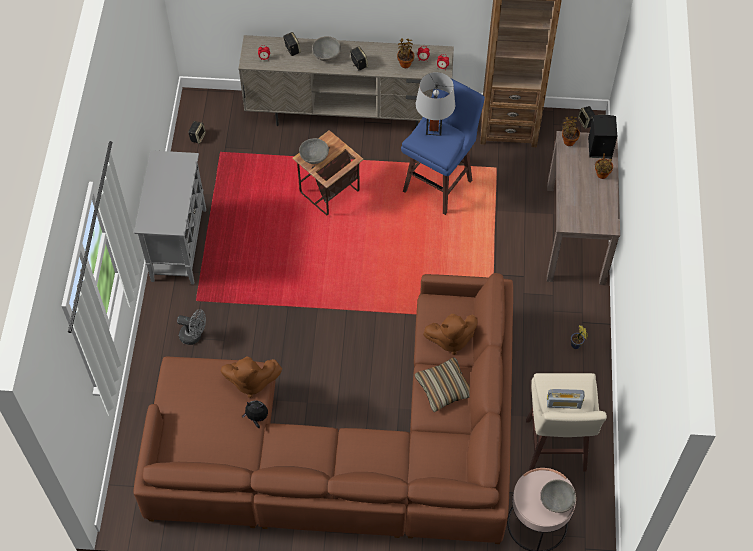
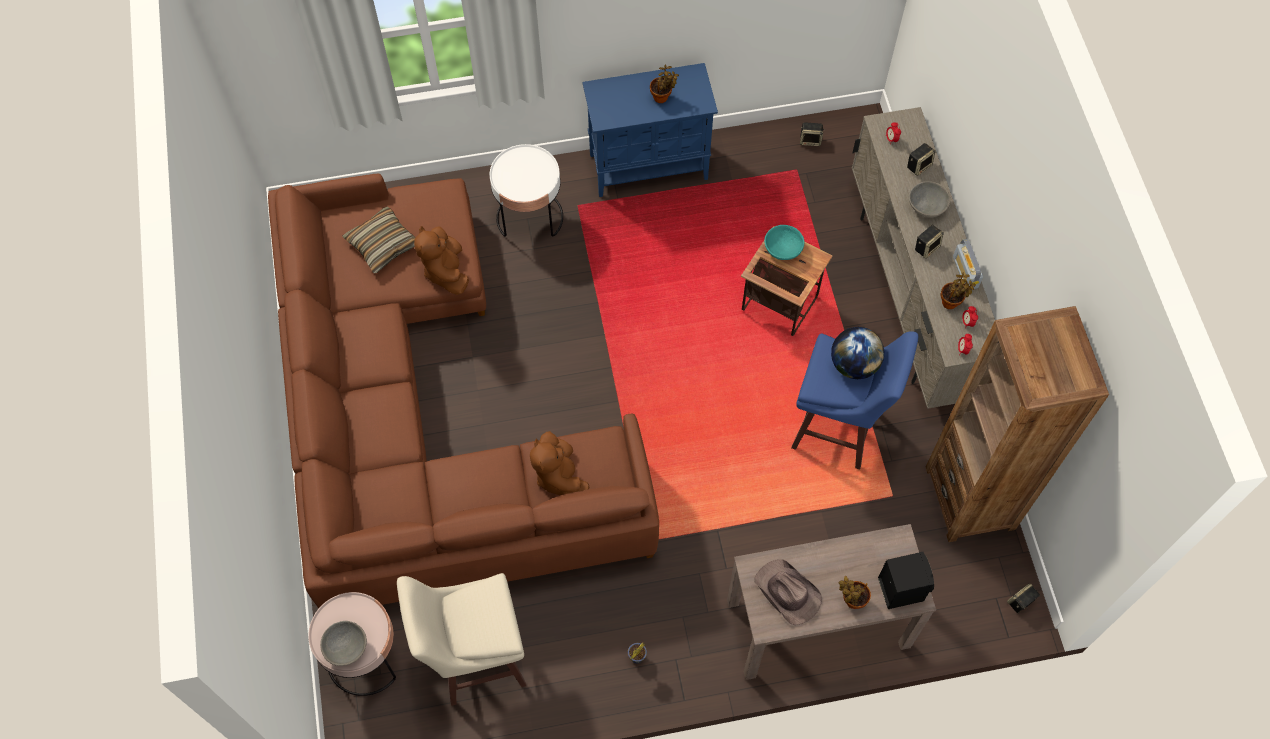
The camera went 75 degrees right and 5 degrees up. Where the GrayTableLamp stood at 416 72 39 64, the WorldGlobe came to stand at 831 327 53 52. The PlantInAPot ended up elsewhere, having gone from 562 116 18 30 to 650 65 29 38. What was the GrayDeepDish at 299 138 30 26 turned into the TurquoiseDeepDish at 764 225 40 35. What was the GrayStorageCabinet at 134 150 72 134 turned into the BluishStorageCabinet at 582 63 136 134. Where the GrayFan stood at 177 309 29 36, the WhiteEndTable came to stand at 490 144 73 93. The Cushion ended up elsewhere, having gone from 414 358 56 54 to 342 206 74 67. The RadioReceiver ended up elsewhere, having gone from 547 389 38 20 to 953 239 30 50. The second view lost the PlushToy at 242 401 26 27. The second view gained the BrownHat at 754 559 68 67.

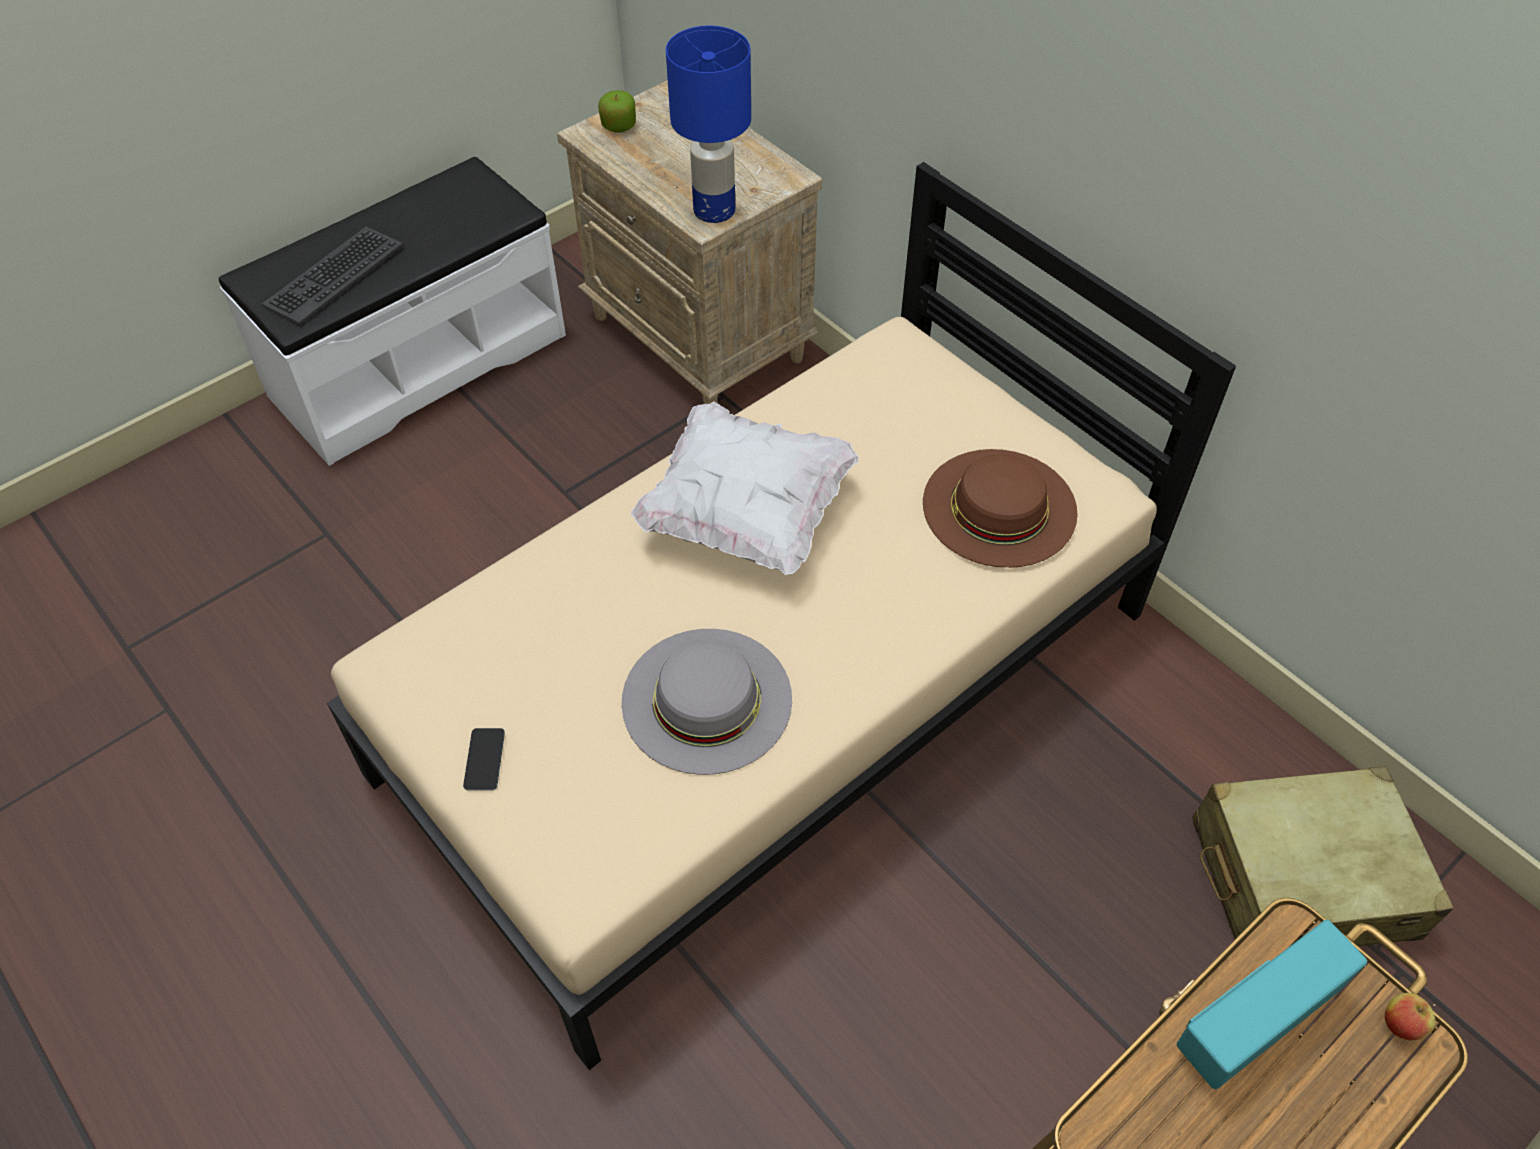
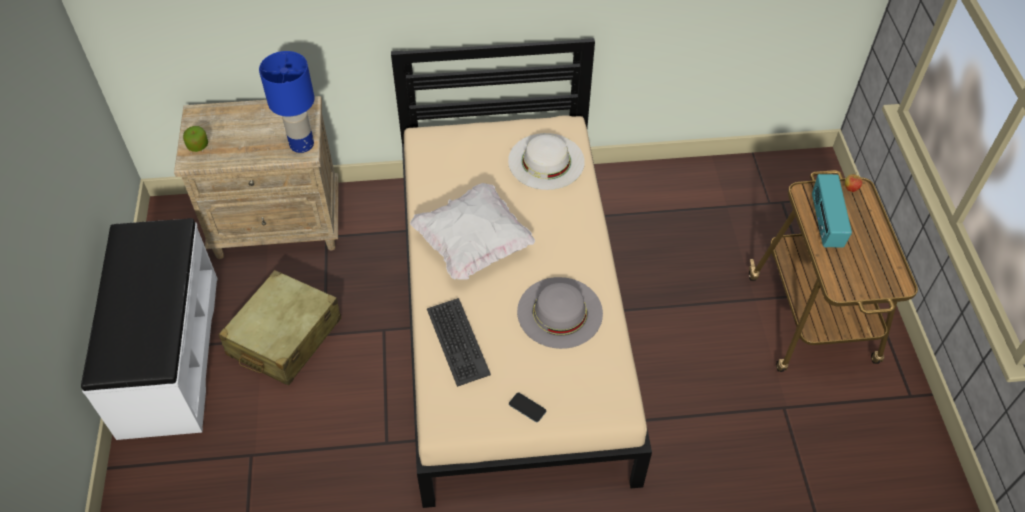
The camera went 55 degrees left and 0 degrees up. The Keyboard ended up elsewhere, having gone from 262 226 142 99 to 427 298 64 89. What was the BrownHat at 923 449 155 119 turned into the WhiteHat at 508 133 77 57. The SandColouredSuitcase ended up elsewhere, having gone from 1192 766 262 180 to 218 270 123 115.

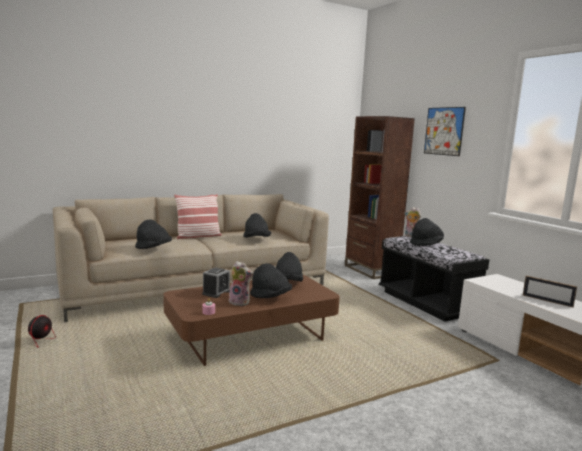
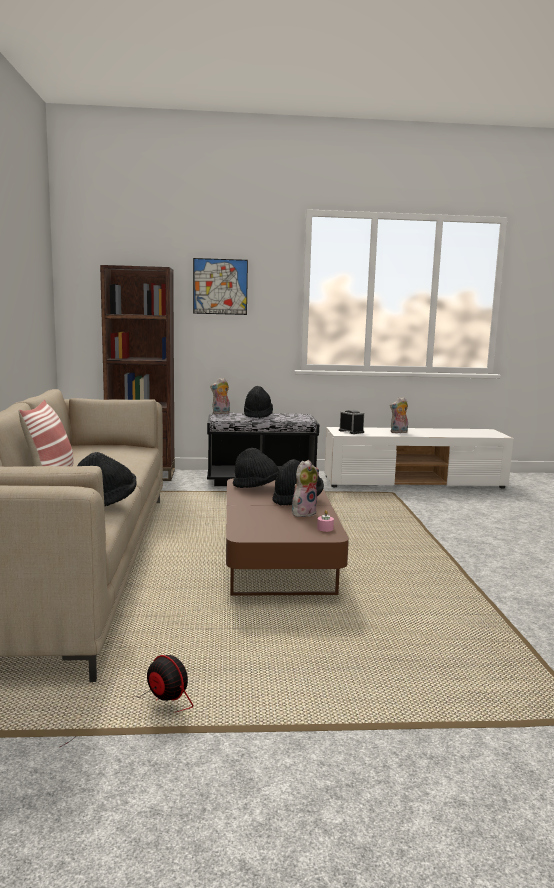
The camera went 65 degrees left and 0 degrees up. The second view lost the BlackishHat at 243 213 28 25. The AlarmClock ended up elsewhere, having gone from 202 267 28 31 to 339 410 25 24. Where the PhotoFrame stood at 523 276 54 31, the PlushToy came to stand at 390 397 18 36.

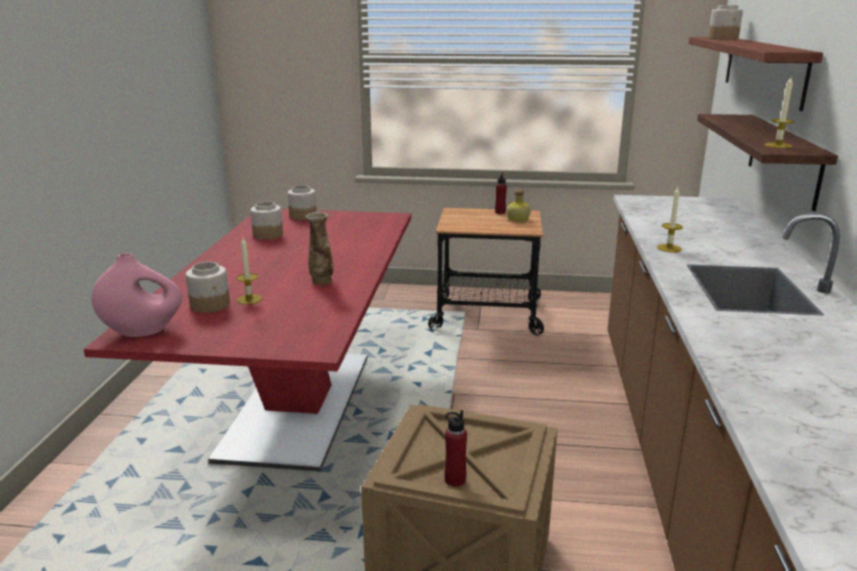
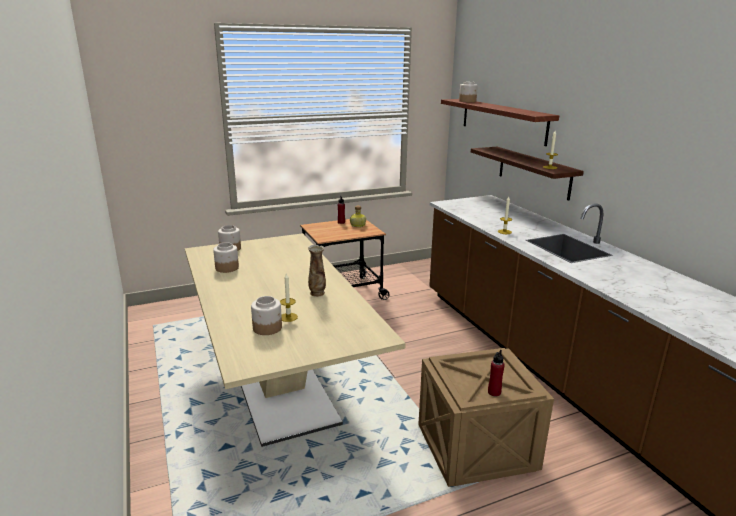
The camera went 30 degrees left and 0 degrees up. What was the RedDinnerTable at 84 209 327 262 turned into the SandColouredDinnerTable at 185 233 221 214. The second view lost the PinkishDecorativeVase at 92 253 91 84.

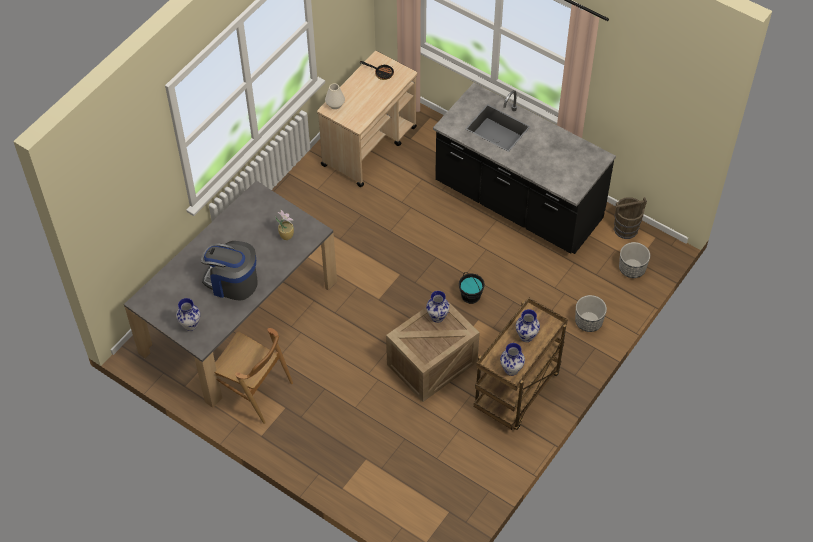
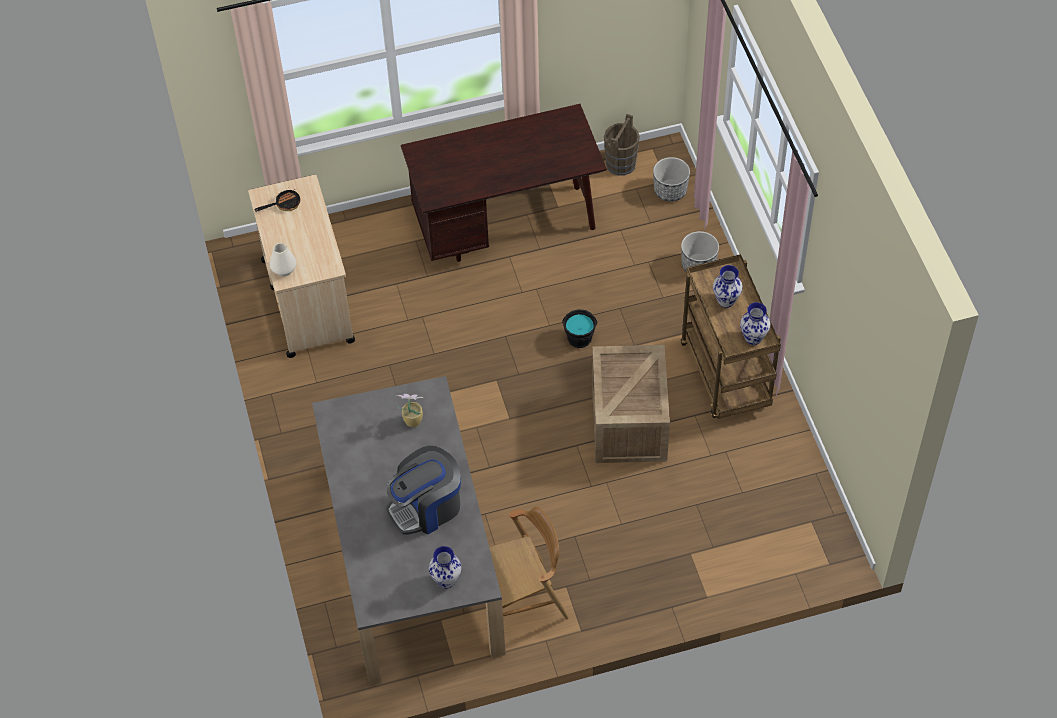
The camera went 50 degrees left and 0 degrees up. Where the BlackishKitchenCounter stood at 433 83 183 171, the BrownDeskTable came to stand at 401 104 206 158. The second view lost the DecorativeVase at 426 291 24 32.

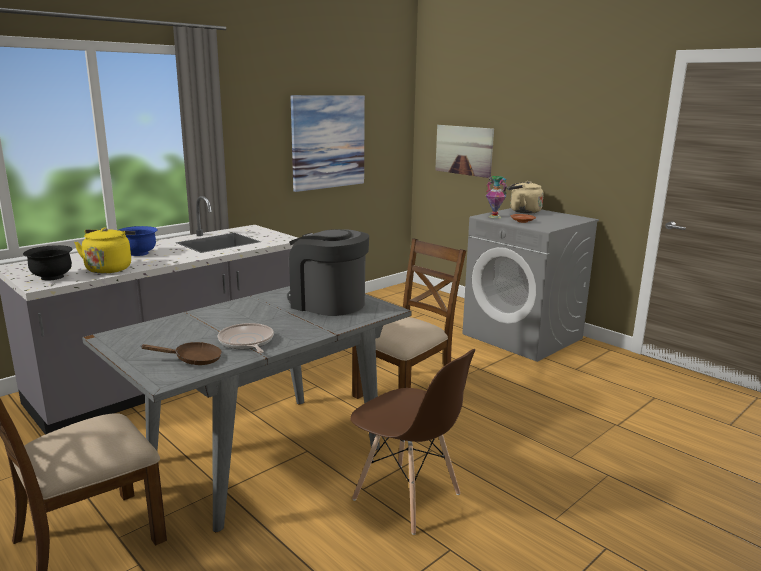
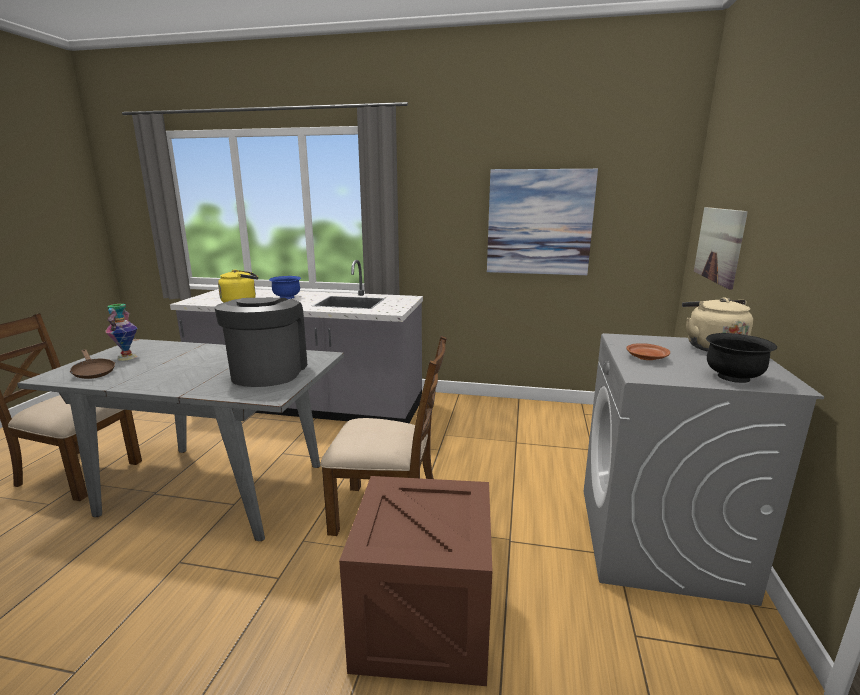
The camera went 55 degrees right and 0 degrees up. The DecorativeVase ended up elsewhere, having gone from 486 176 21 43 to 106 304 32 57. The BlackishDeepDish ended up elsewhere, having gone from 23 245 50 36 to 706 333 71 50. The second view lost the FryingPan at 218 323 56 30. The second view lost the BrownPlainChair at 350 349 125 186. The second view gained the PackingCrate at 339 476 153 210.

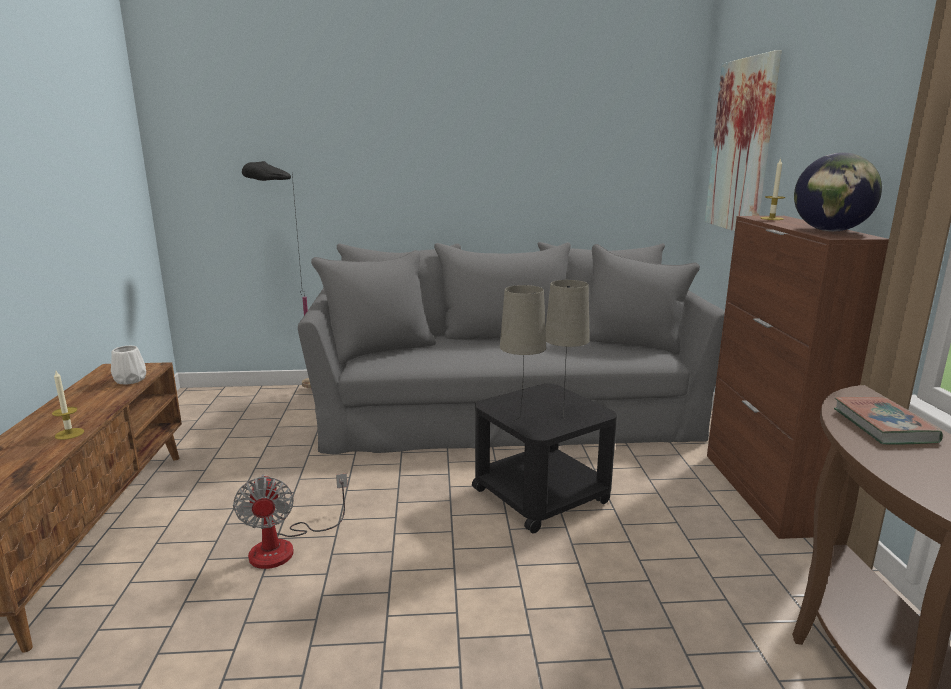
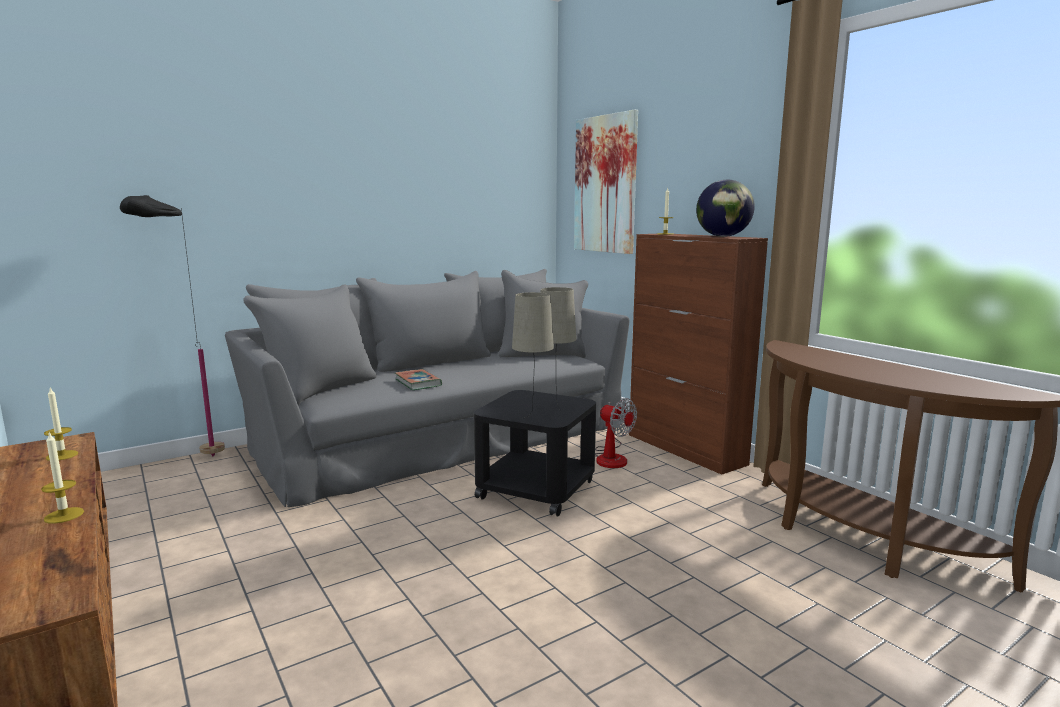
The camera went 30 degrees left and 5 degrees down. Where the WhiteDecorativeVase stood at 111 346 35 39, the Candle came to stand at 44 387 34 74. The BoundBook ended up elsewhere, having gone from 834 397 109 48 to 395 369 47 21. The Fan ended up elsewhere, having gone from 233 473 115 96 to 595 398 42 70.

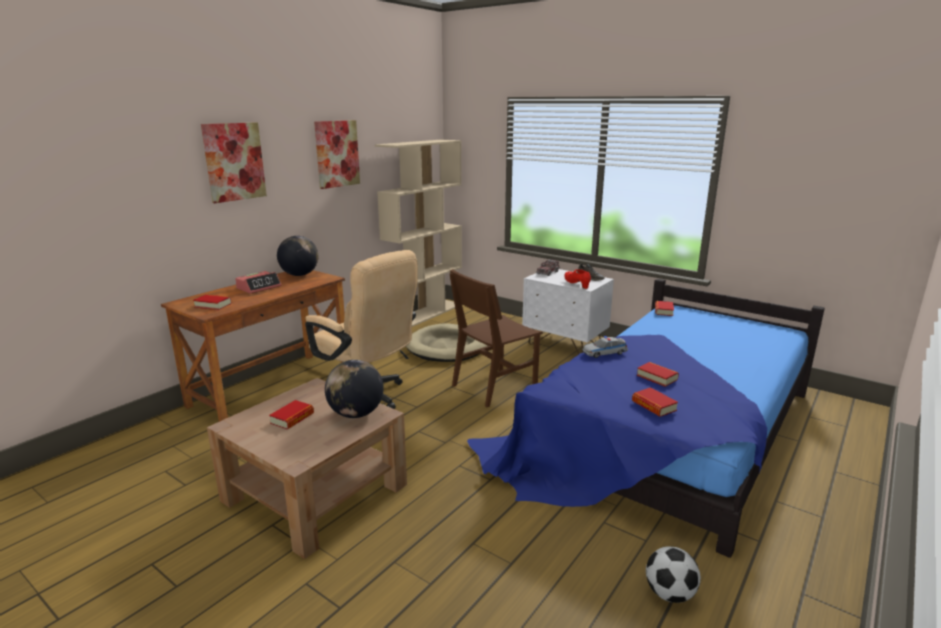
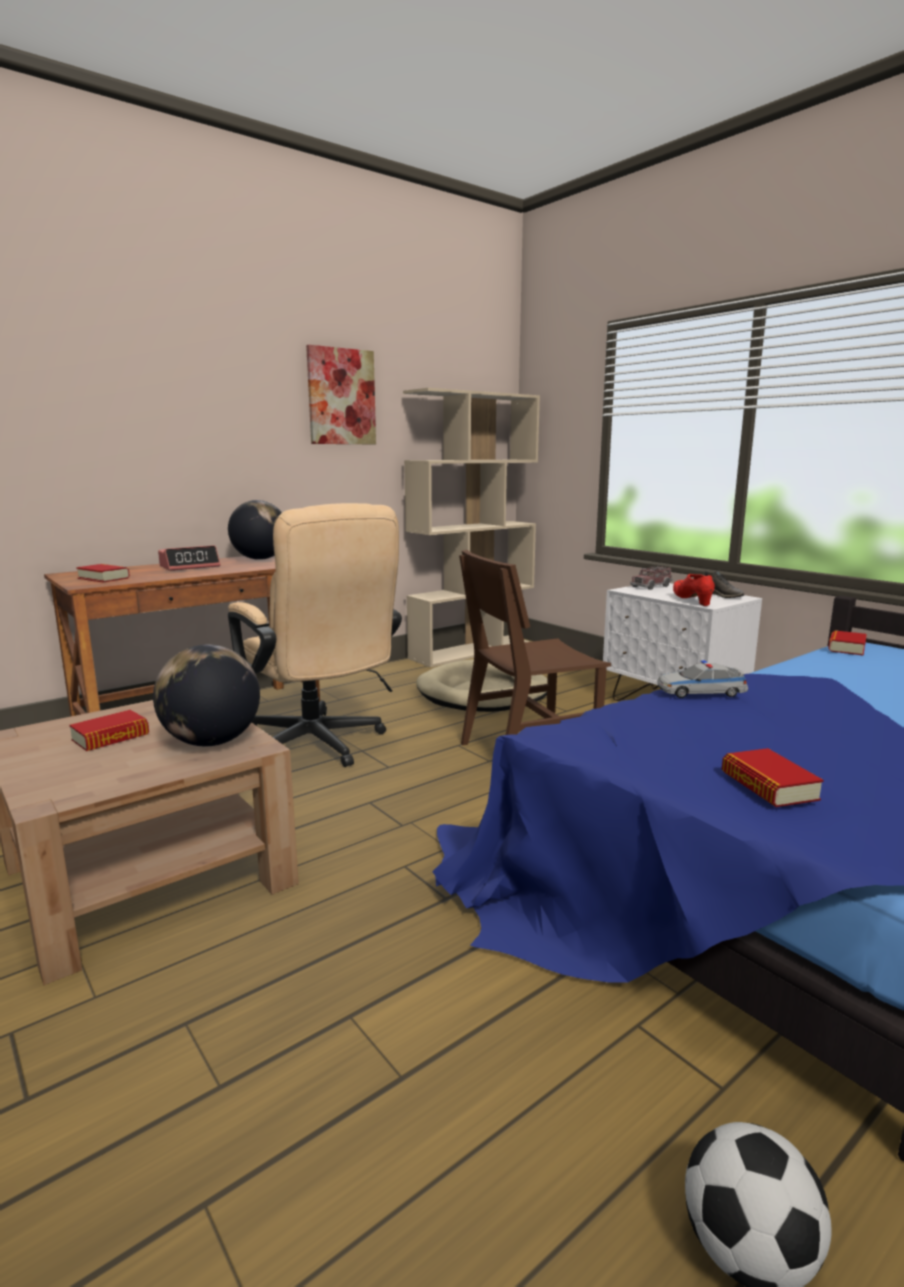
The camera went 15 degrees right and 5 degrees down. The second view lost the WallPicture at 201 122 66 81. The second view lost the BoundBook at 637 362 42 25.

